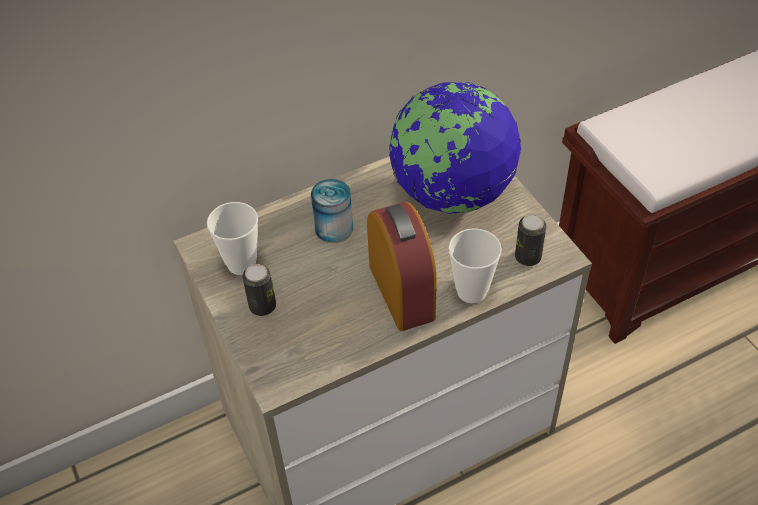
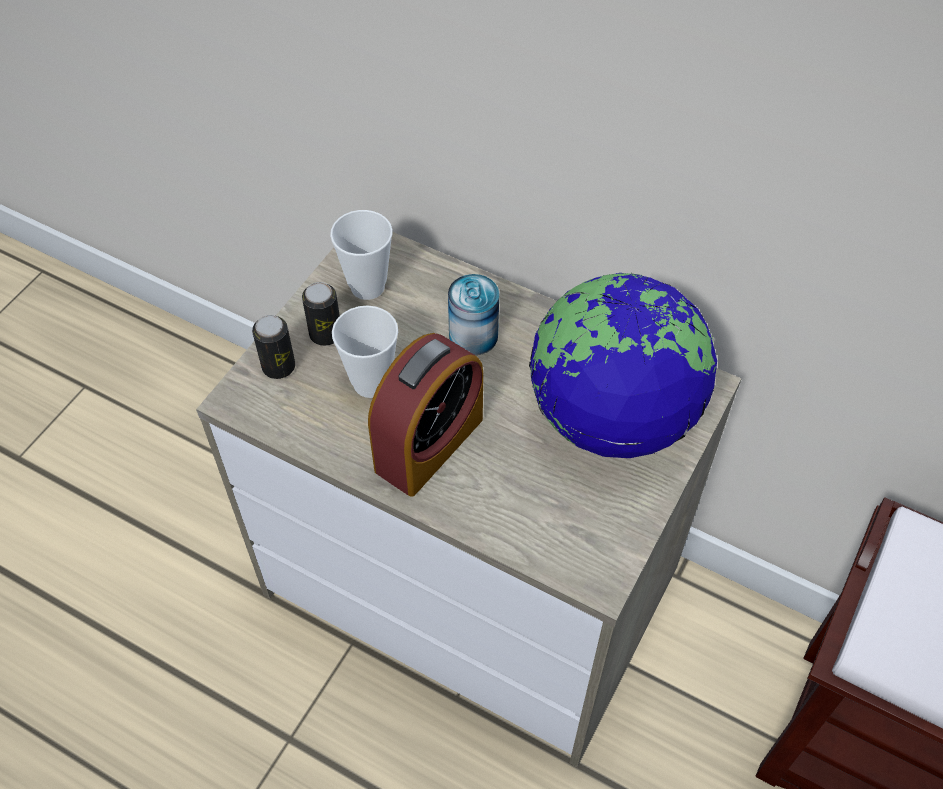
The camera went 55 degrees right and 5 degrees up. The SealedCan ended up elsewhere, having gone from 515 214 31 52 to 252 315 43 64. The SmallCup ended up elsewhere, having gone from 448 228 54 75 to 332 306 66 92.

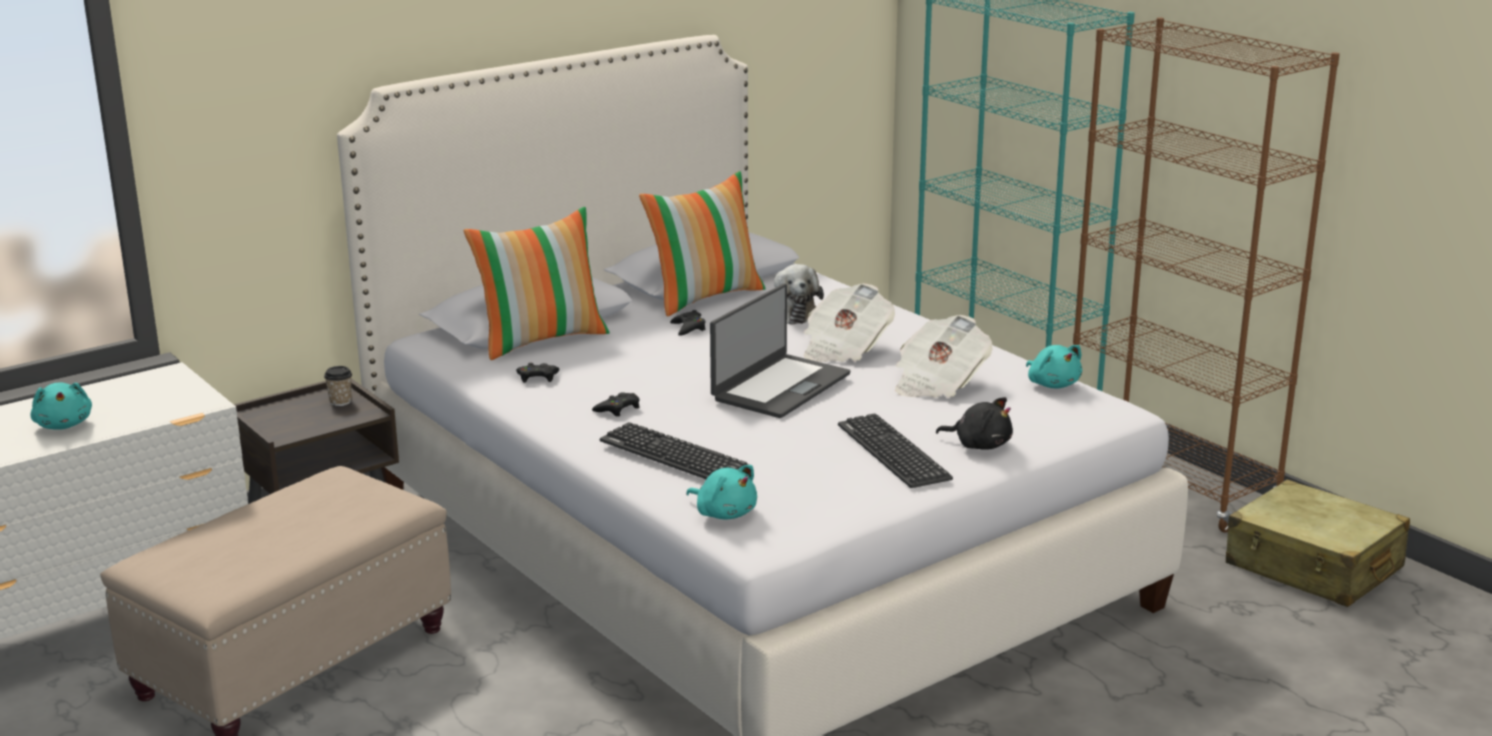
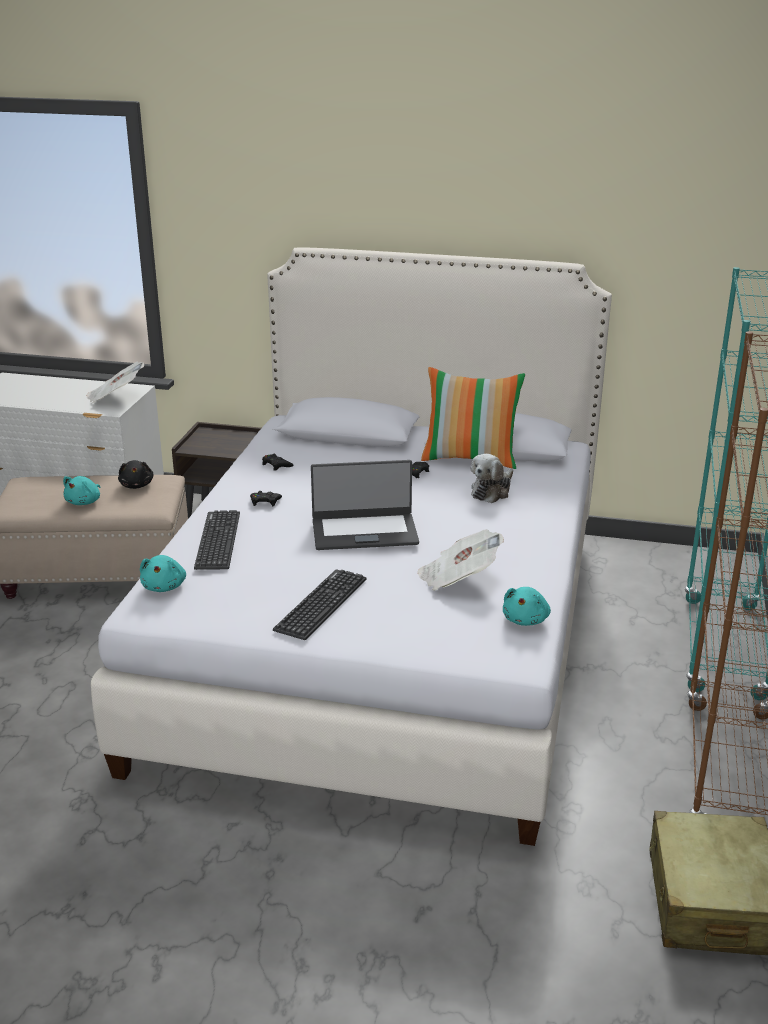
The camera went 50 degrees right and 5 degrees up. The second view lost the Cushion at 463 207 147 153. The DailyPaper ended up elsewhere, having gone from 804 283 91 79 to 86 362 58 41. The second view lost the SmallCup at 324 366 28 40. The TurquoisePlushToy ended up elsewhere, having gone from 31 382 61 48 to 63 476 37 29. The BlackishPlushToy ended up elsewhere, having gone from 936 397 77 53 to 118 460 36 29.

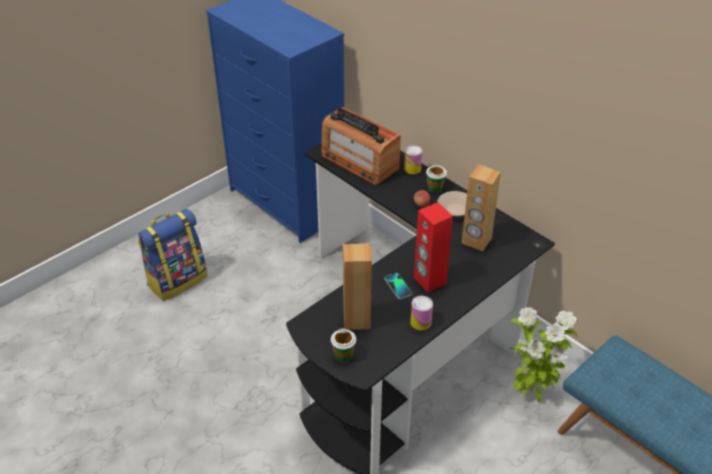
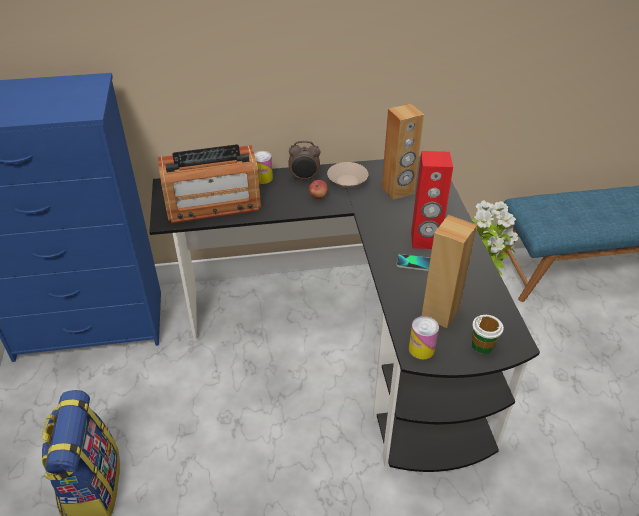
The camera went 55 degrees left and 0 degrees up. Where the SmallCup stood at 426 165 21 28, the AlarmClock came to stand at 288 141 32 40. The SealedCan ended up elsewhere, having gone from 410 296 23 35 to 409 316 30 43.

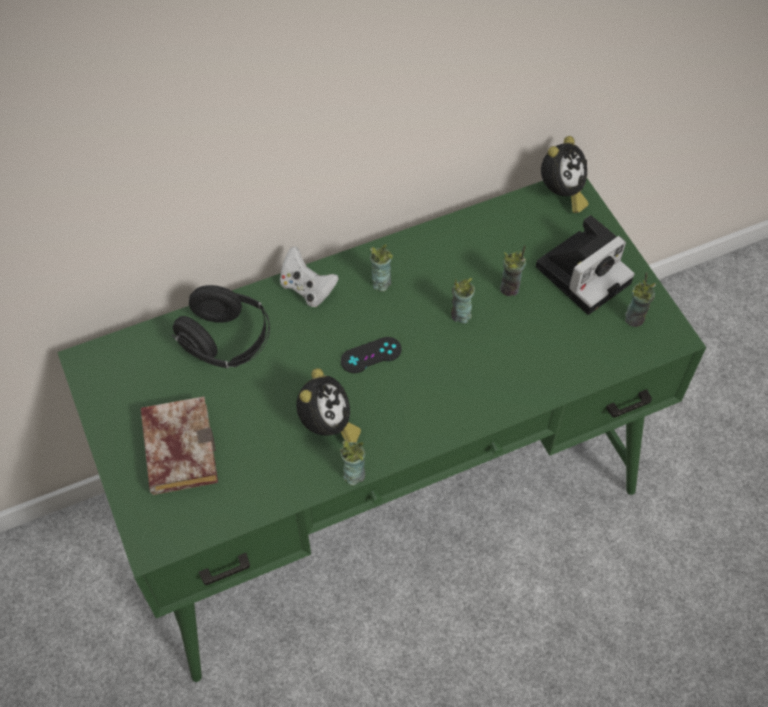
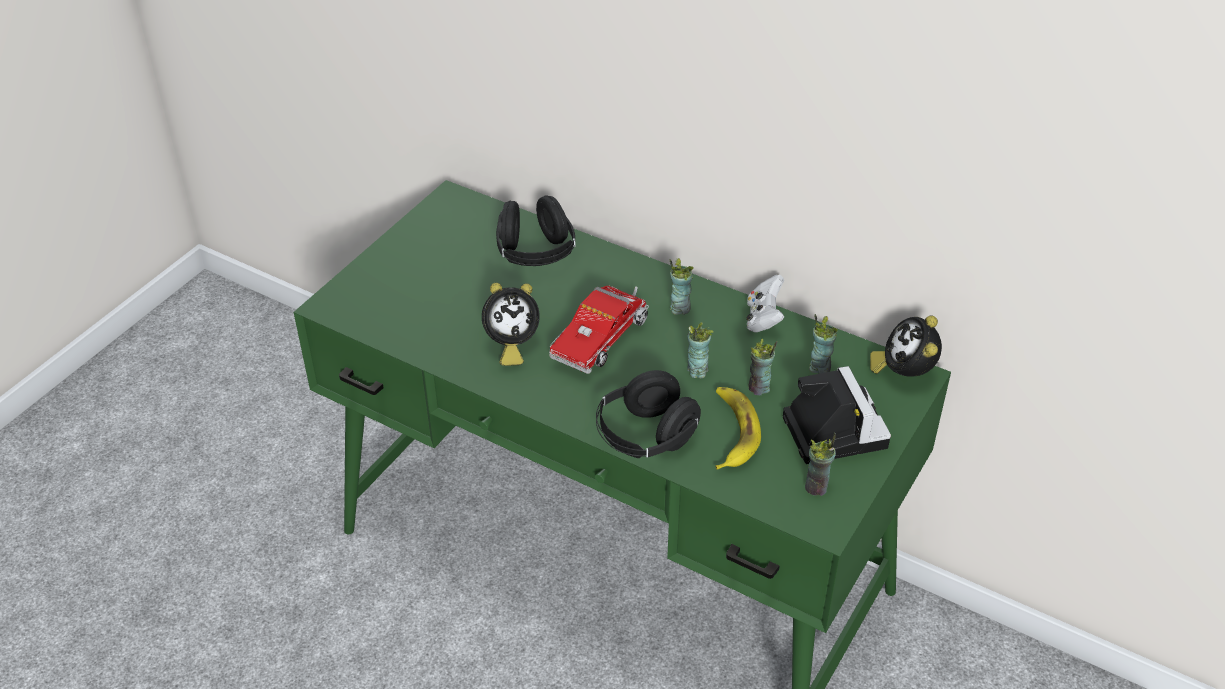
The camera went 55 degrees right and 15 degrees down. The AlarmClock at 541 136 48 77 ended up facing another way, 90 degrees clockwise from before. The StillCamera at 536 215 99 100 ended up facing another way, 120 degrees counterclockwise from before. The WhiteJoypad ended up elsewhere, having gone from 280 246 59 61 to 746 275 38 57. Where the BlackishJoypad stood at 341 337 61 36, the ToyLorry came to stand at 549 285 100 89. The second view lost the BoundBook at 141 396 77 99. The SmallCup ended up elsewhere, having gone from 340 440 25 46 to 809 314 29 60. The second view gained the BlackishHeadset at 596 370 105 88. The second view gained the Banana at 716 387 45 83.

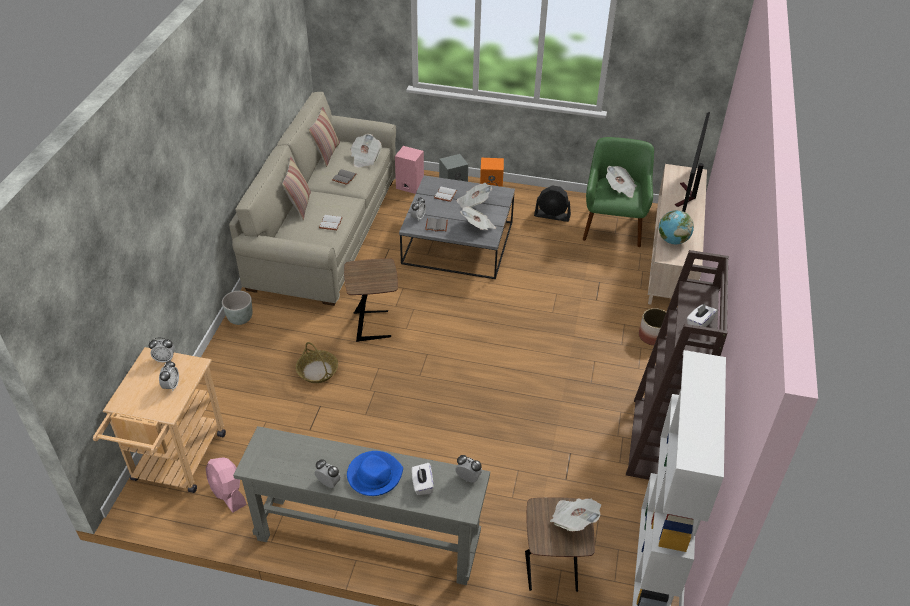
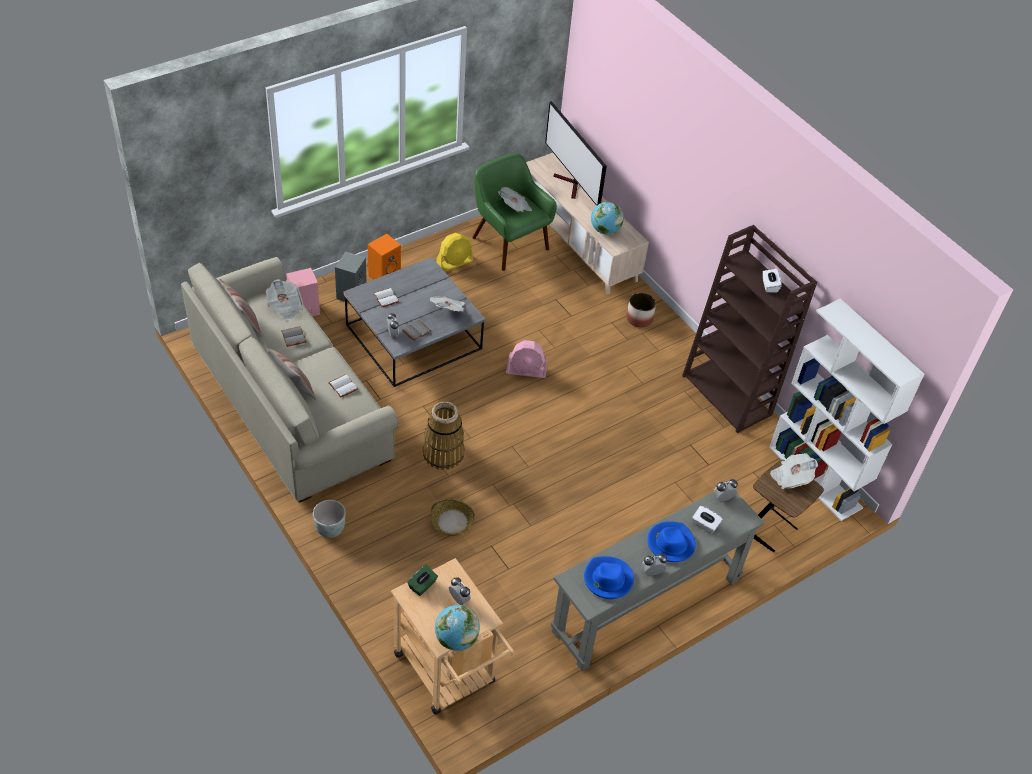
The camera went 50 degrees left and 5 degrees up. The second view lost the DailyPaper at 457 183 35 25. What was the BlackishFan at 534 185 37 37 turned into the YellowishFan at 436 233 37 39. Where the BrownEndTable stood at 344 258 54 84, the HouseholdBasket came to stand at 423 402 42 68. Where the AlarmClock stood at 149 337 26 25, the GreenTissueHolder came to stand at 407 565 31 31. The PinkishFan ended up elsewhere, having gone from 206 457 41 56 to 506 340 41 38. The second view gained the BluishHat at 584 556 50 43. The second view gained the WorldGlobe at 435 605 45 46.

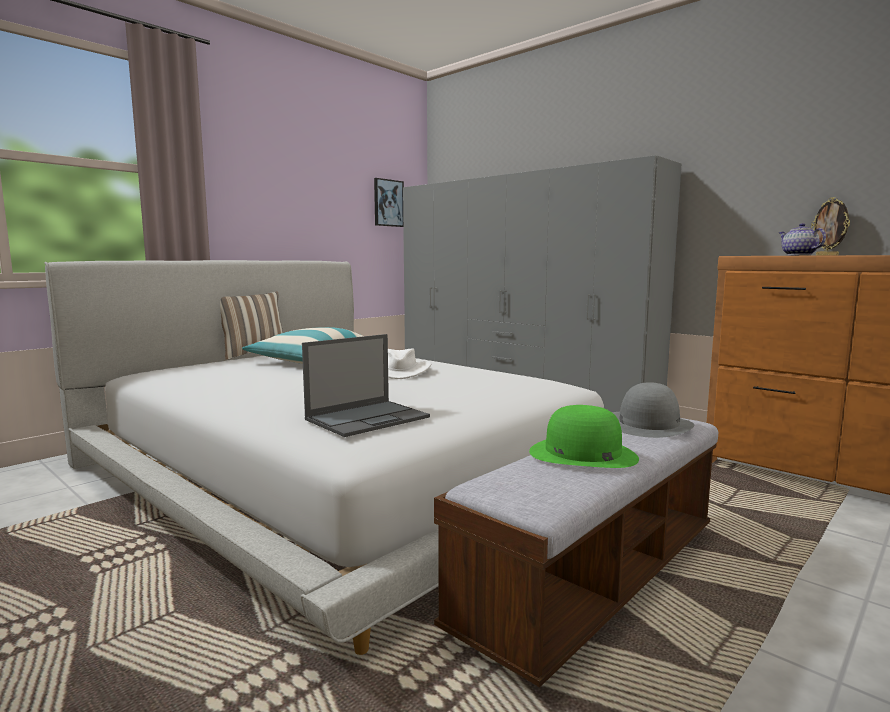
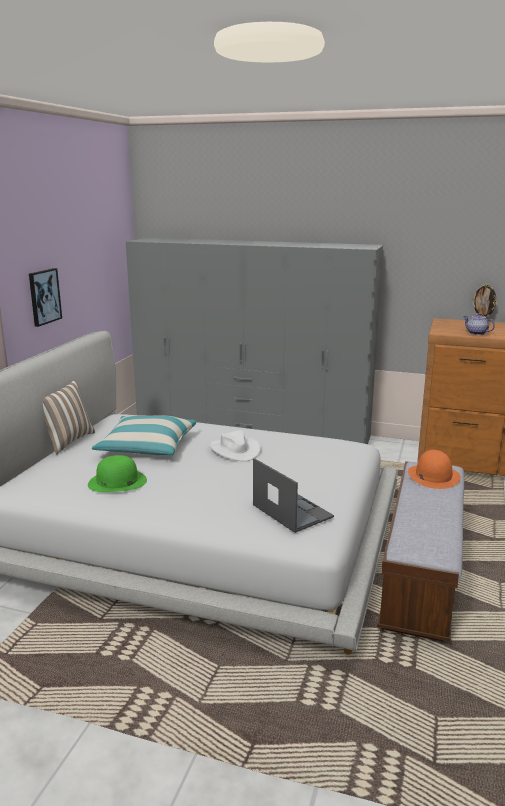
The camera went 25 degrees left and 10 degrees up. The WallPicture ended up elsewhere, having gone from 374 178 30 49 to 29 268 33 59. The Laptop at 302 334 128 103 ended up facing another way, 60 degrees counterclockwise from before. What was the GrayHat at 612 382 82 56 turned into the OrangeColouredHat at 408 450 53 39. The GreenHat ended up elsewhere, having gone from 529 405 110 63 to 88 455 59 37.

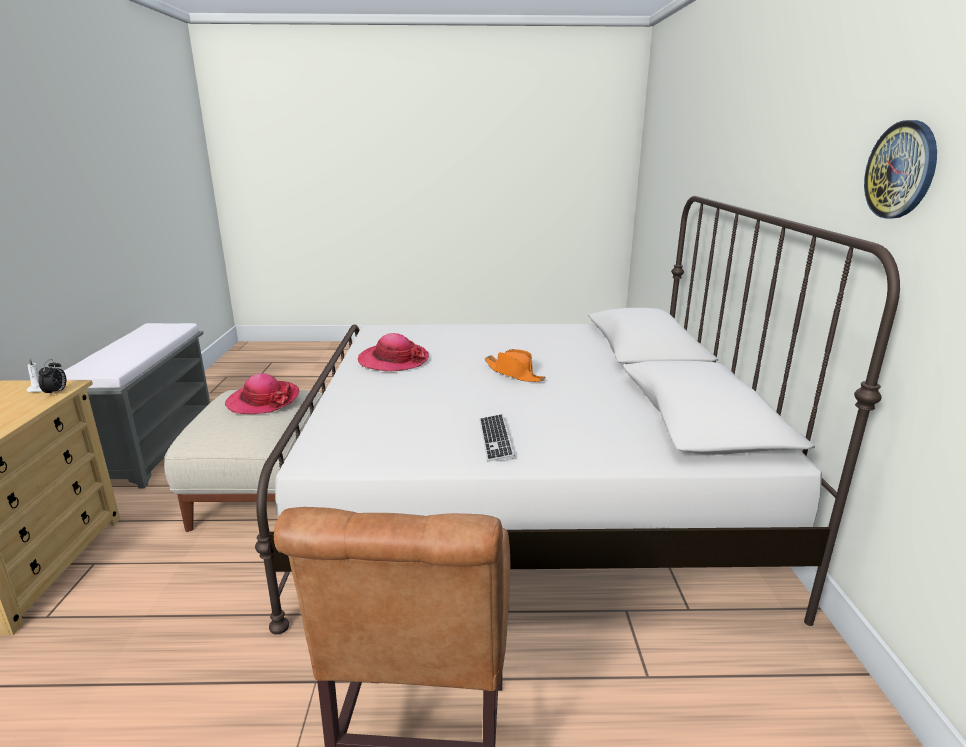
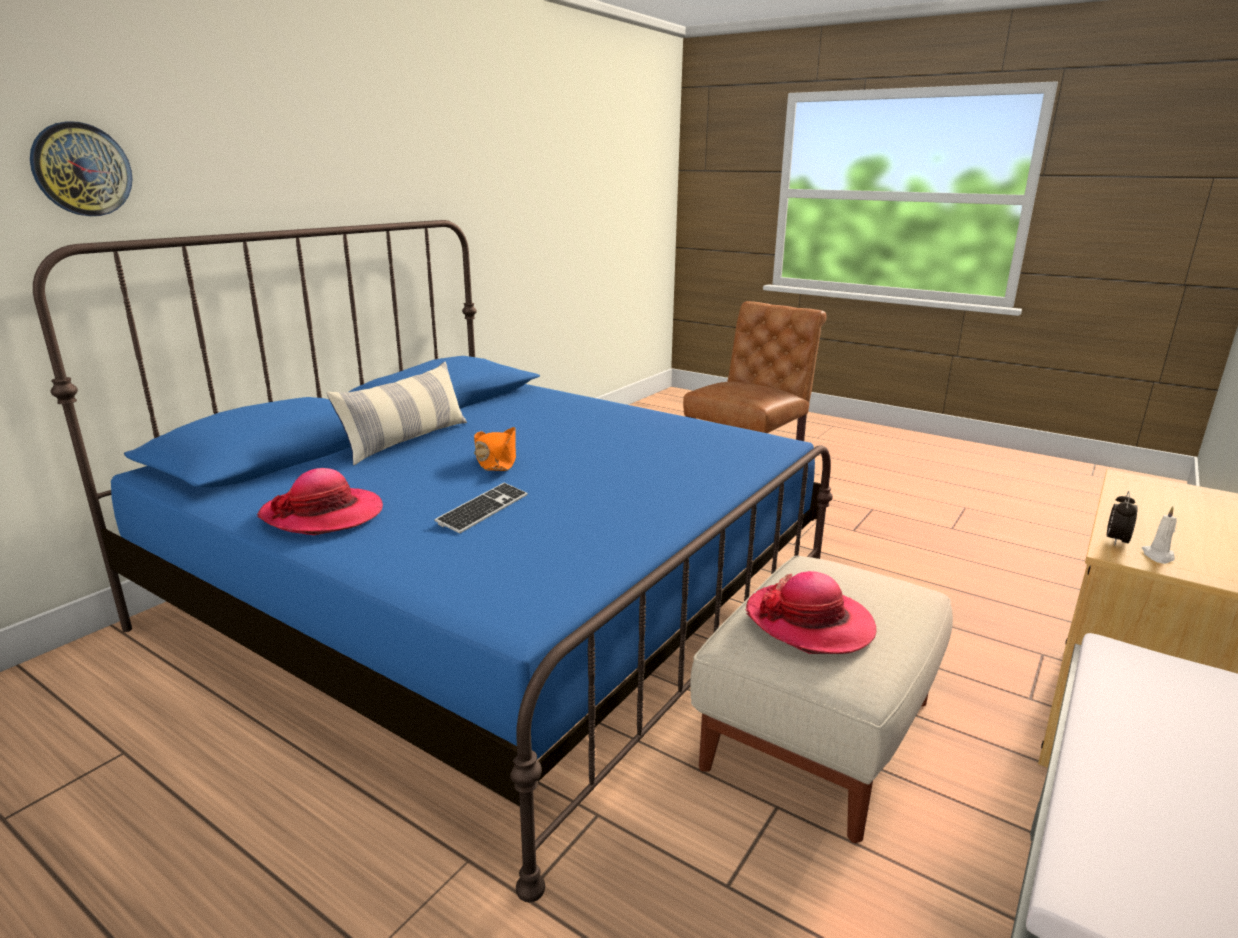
The camera went 145 degrees left and 0 degrees up. The ClockOnTheWall ended up elsewhere, having gone from 864 120 73 98 to 30 121 103 95. What was the WhiteBedroomBed at 255 196 645 439 turned into the BluishBedroomBed at 33 220 800 682. The Hat ended up elsewhere, having gone from 358 333 71 39 to 257 468 126 67. The Keyboard ended up elsewhere, having gone from 479 414 36 48 to 435 483 93 50. The second view gained the Cushion at 327 362 140 103.

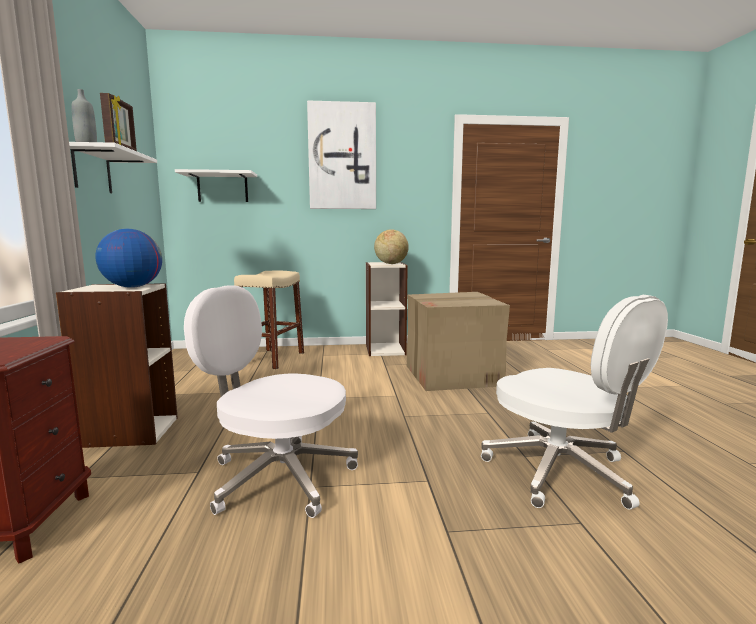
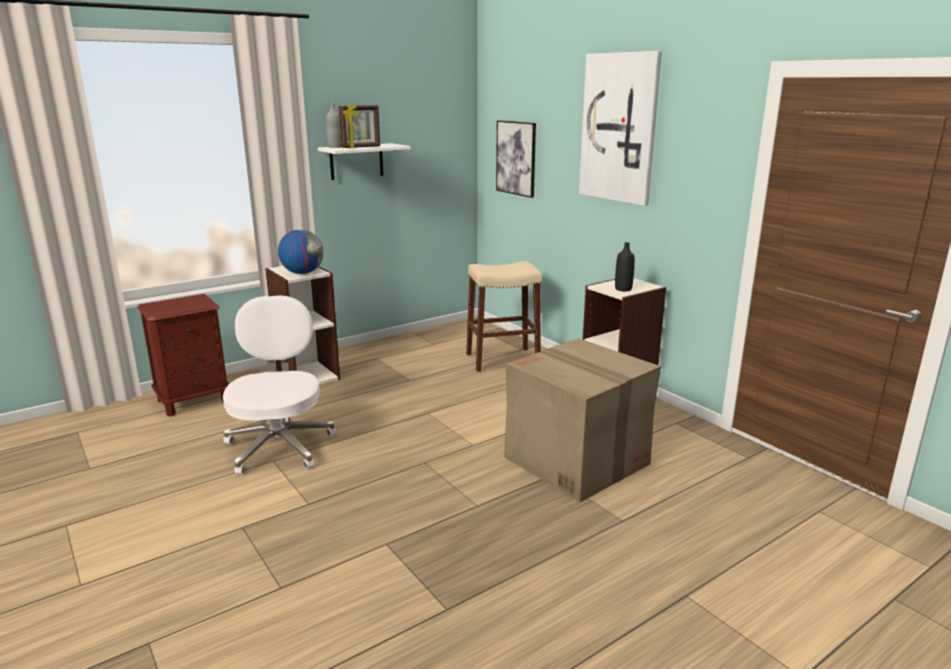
The camera went 60 degrees right and 10 degrees up. Where the WhiteBracketShelf hung at 175 169 82 33, the WallPicture came to hang at 496 120 40 78. Where the WorldGlobe stood at 374 229 35 35, the BlackishBottle came to stand at 615 242 20 50. The second view lost the WhiteDeskChair at 481 295 187 215.

